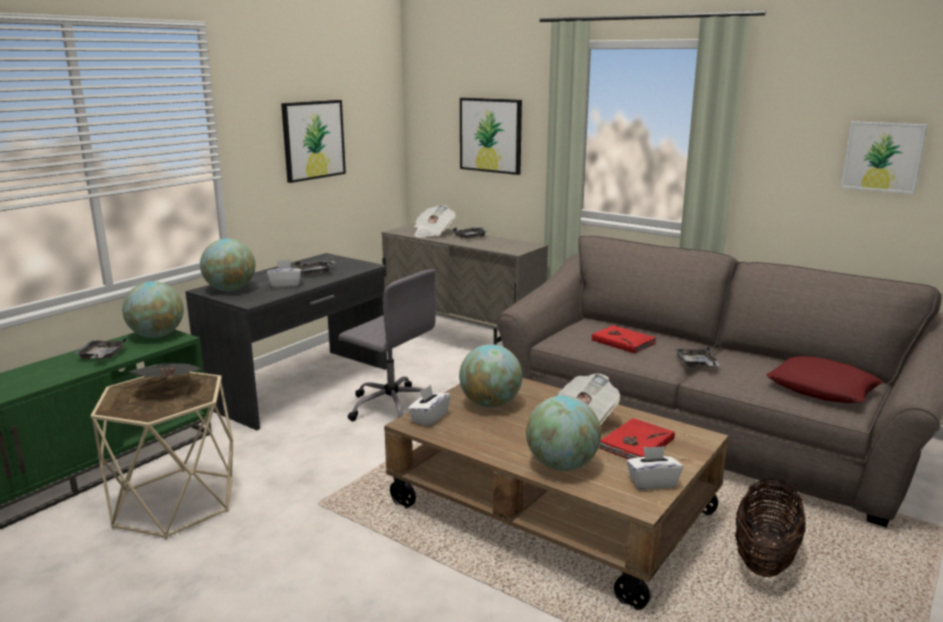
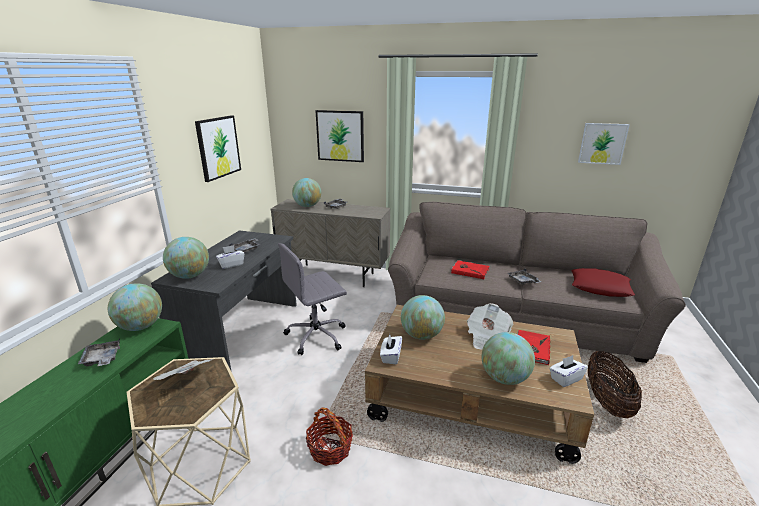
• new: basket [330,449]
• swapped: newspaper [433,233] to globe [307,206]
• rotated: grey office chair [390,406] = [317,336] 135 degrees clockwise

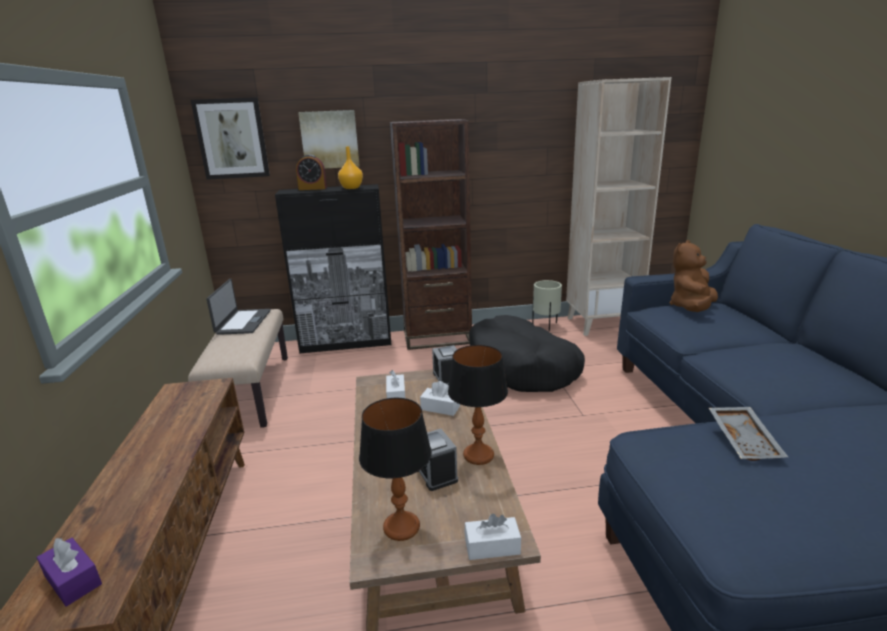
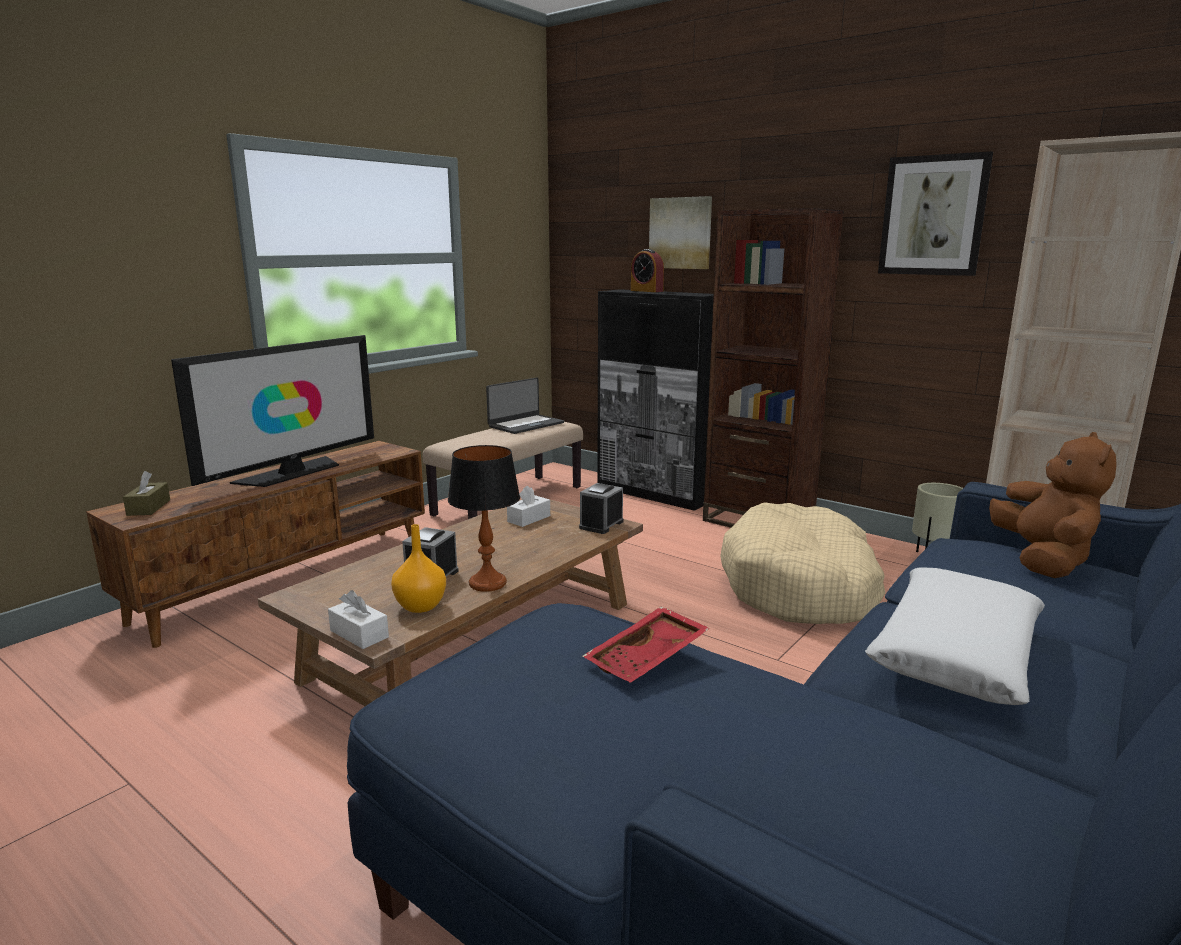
• gone: table lamp [401,527]
• gone: white tissue box [440,408]
• new: television [292,472]
• new: white pillow [955,651]
• shifted: picture [232,139] to [933,216]
• shifted: orange vase [351,188] to [421,606]
• repainted: purple tissue box [73,580] to brown tissue box [149,507]
• repainted: black dog bed [522,368] to beige dog bed [800,587]
• repainted: grey tray [745,440] to red tray [648,658]
• rotated: brown plush toy [691,308] = [1042,560] 105 degrees clockwise

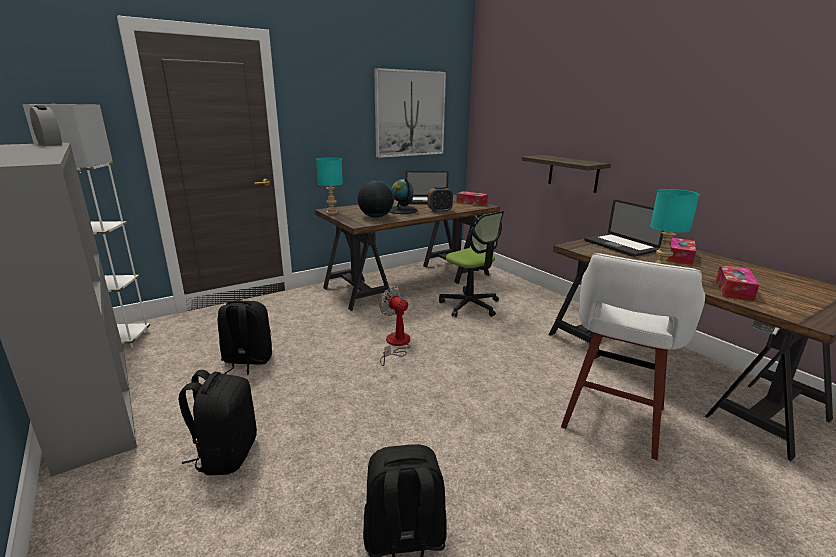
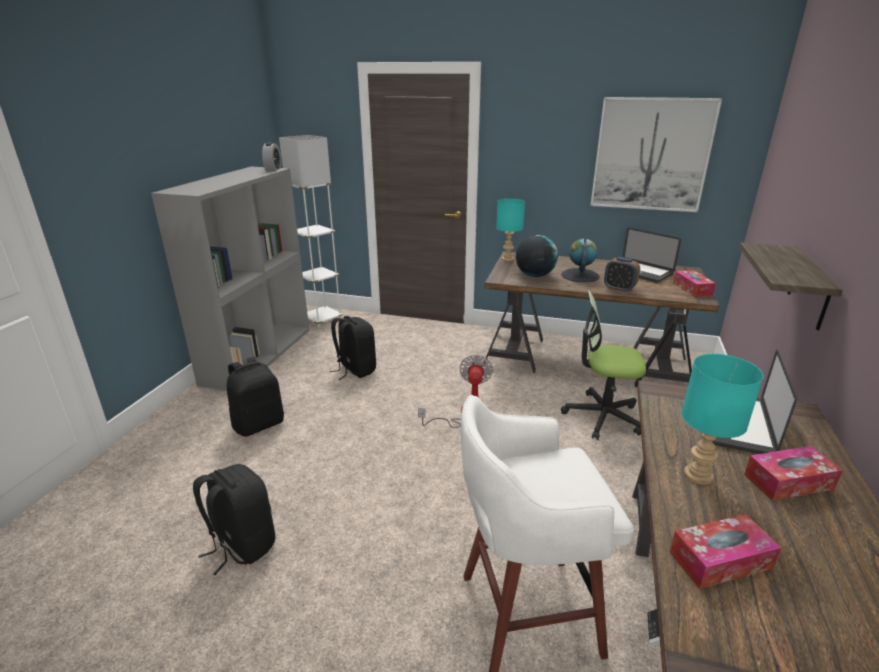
• rotated: office chair [470,305] = [602,416] 90 degrees clockwise

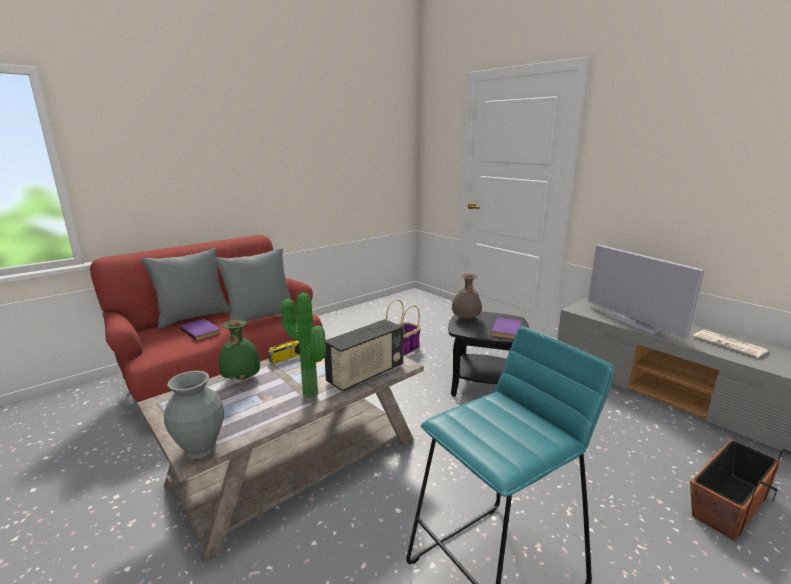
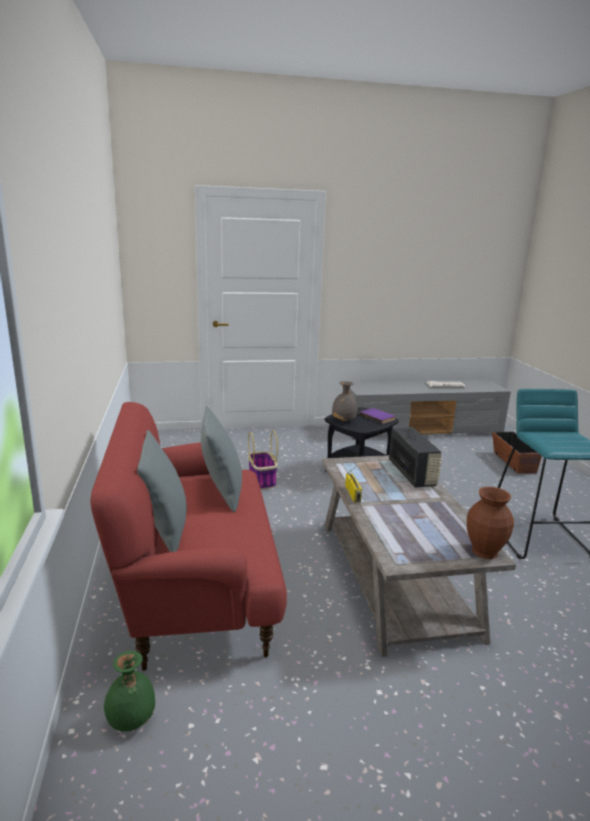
• gone: purple book [202,331]
• gone: potted plant [308,395]
• gone: television [634,323]
• shifted: green vase [241,378] to [131,721]
• repainted: grey vase [199,449] to brown vase [485,552]

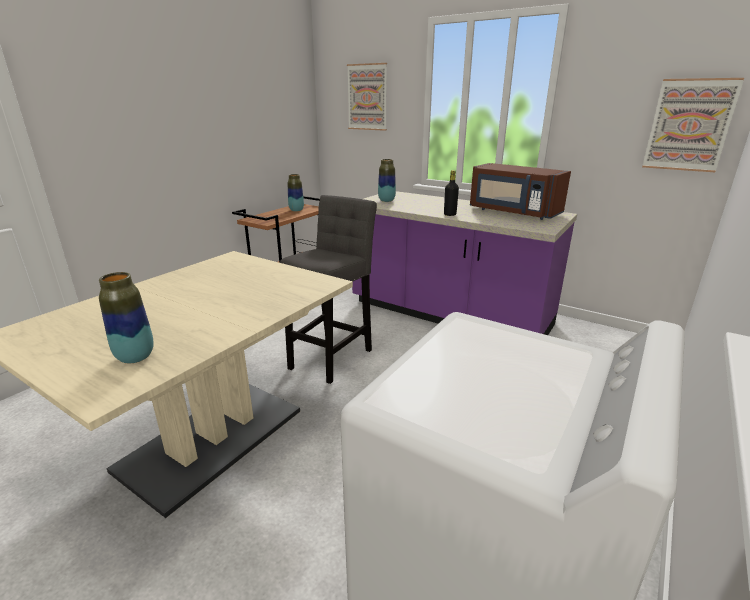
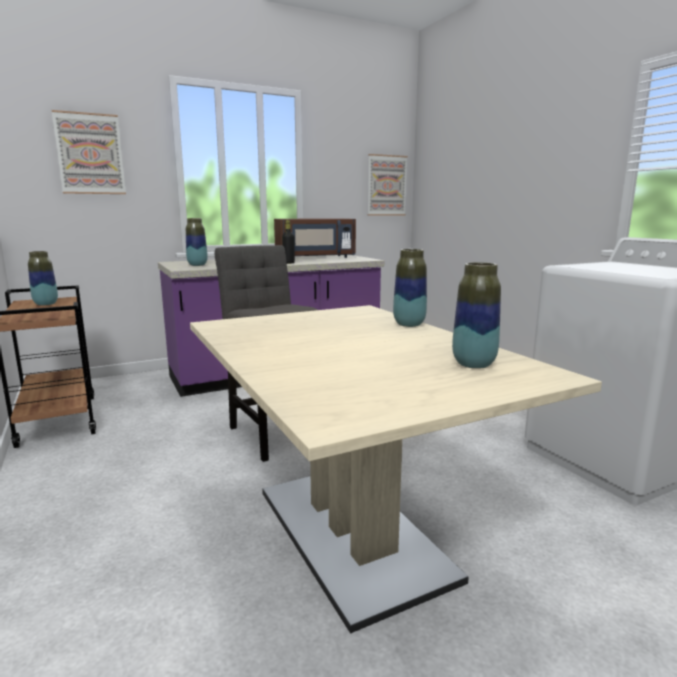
• new: vase [409,324]

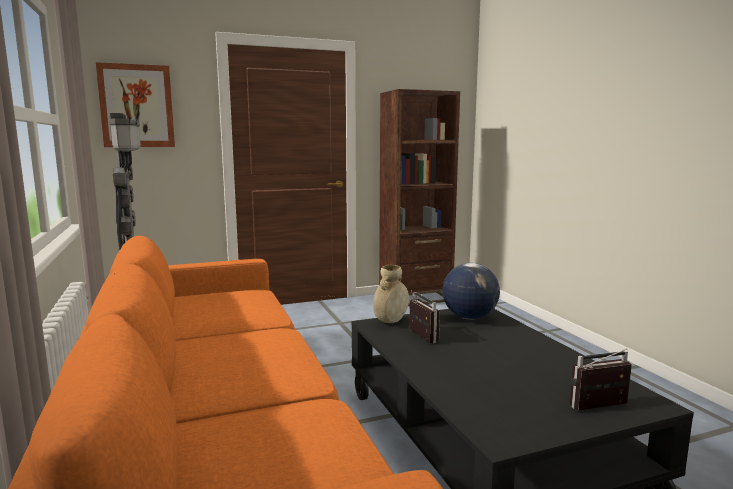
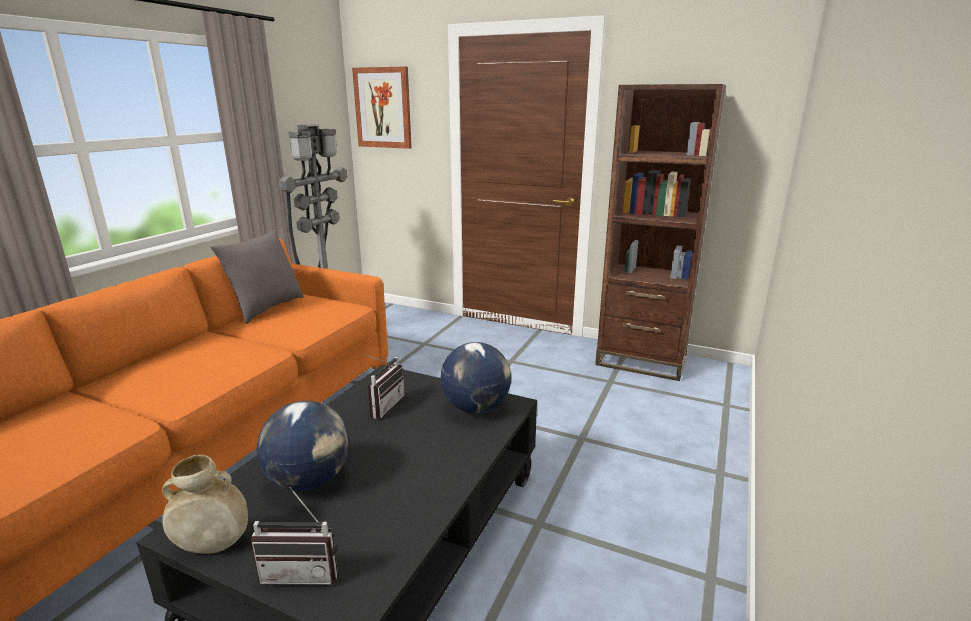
• new: grey pillow [266,309]
• new: globe [310,481]
• shifted: beige vase [391,321] to [214,546]
• rotated: radio [602,409] = [303,571] 150 degrees clockwise

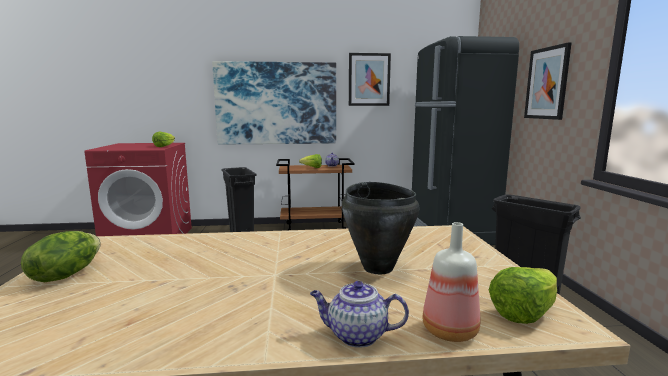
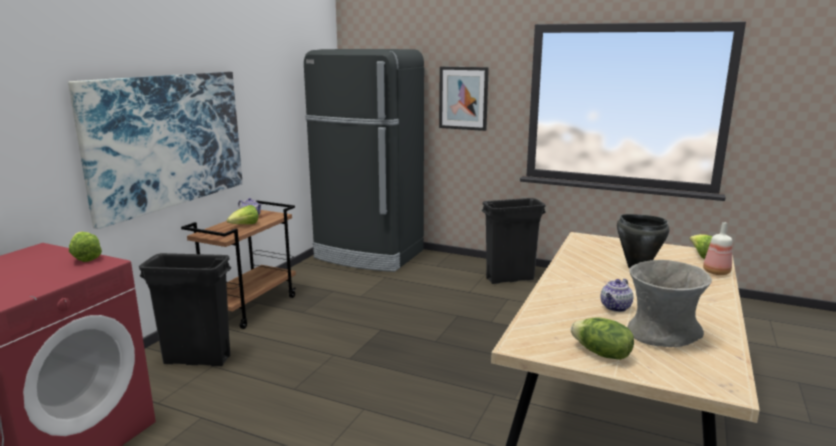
• gone: picture [369,79]
• new: grey vase [661,333]
• shifted: teapot [356,335] to [615,308]

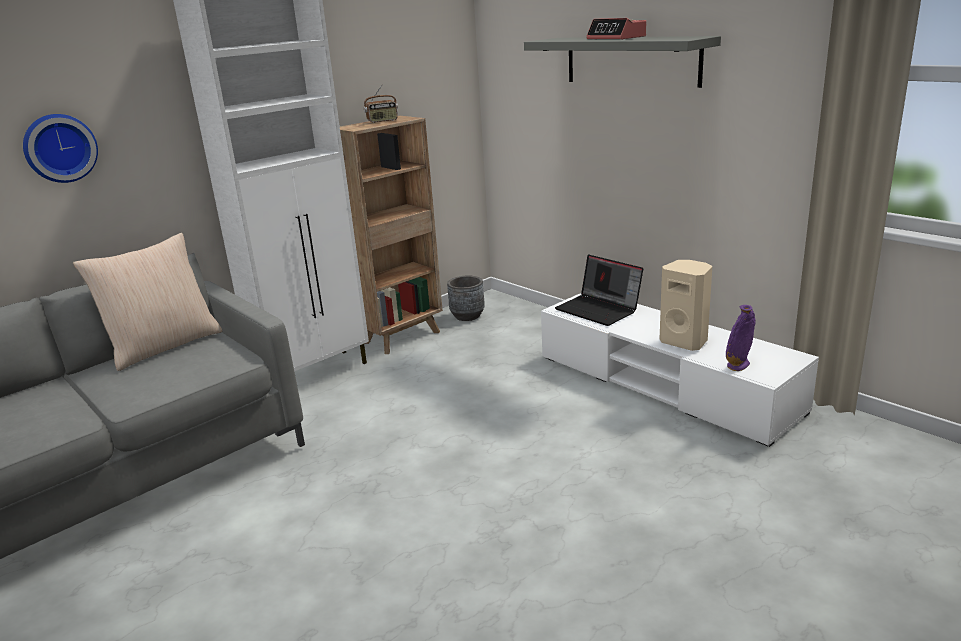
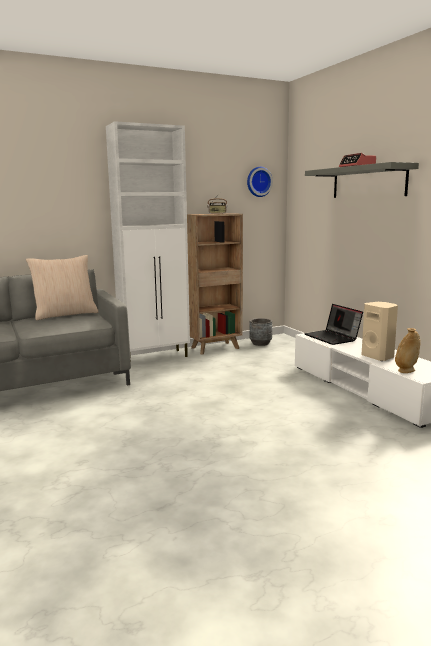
• shifted: wall clock [59,148] to [258,182]
• repainted: purple vase [738,365] to beige vase [406,371]

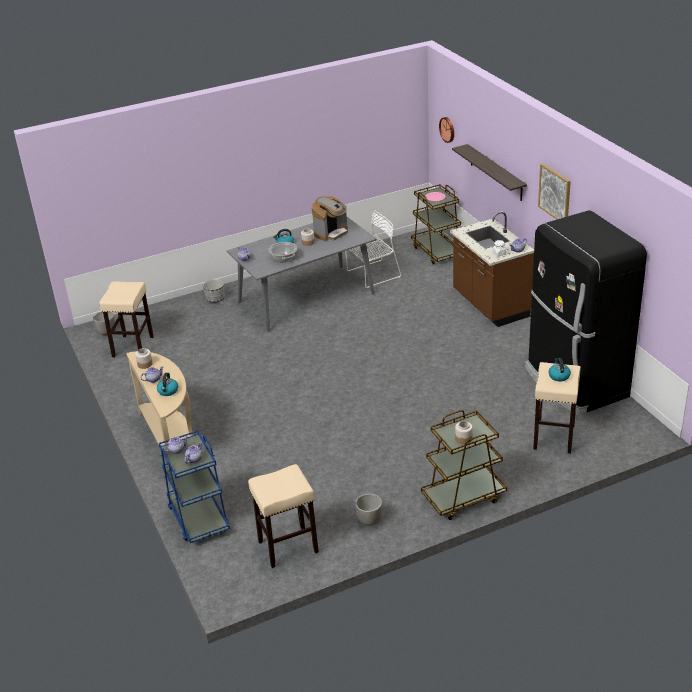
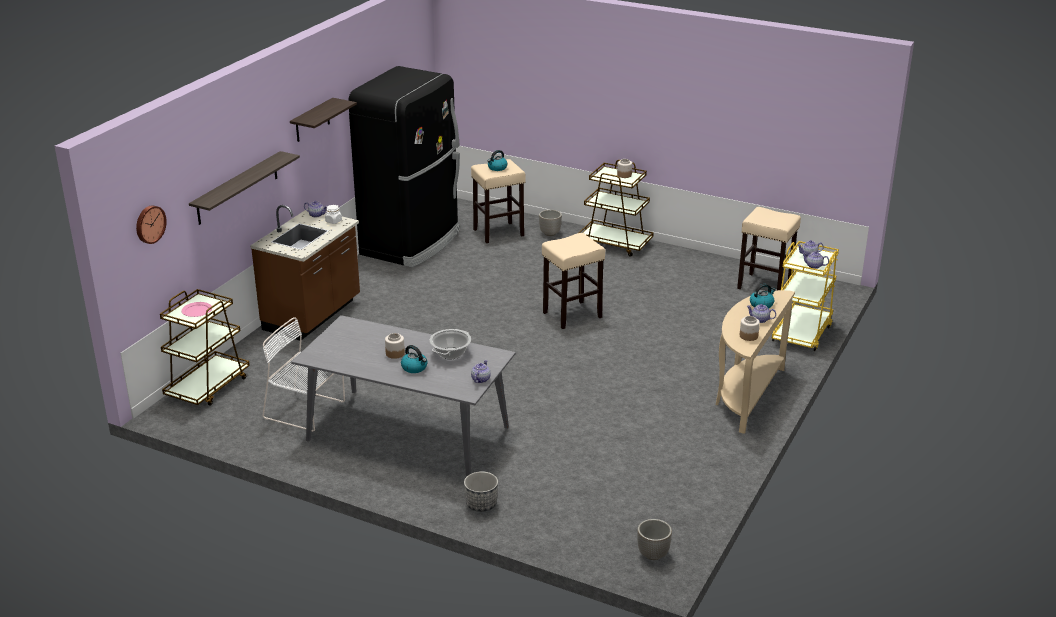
• gone: coffee machine [331,233]
• shifted: beige stool [133,346] to [571,315]
• shifted: planter [369,521] to [550,233]
• swapped: picture [555,193] to shelf [312,120]
• repainted: blue cart [198,518] to yellow cart [801,333]

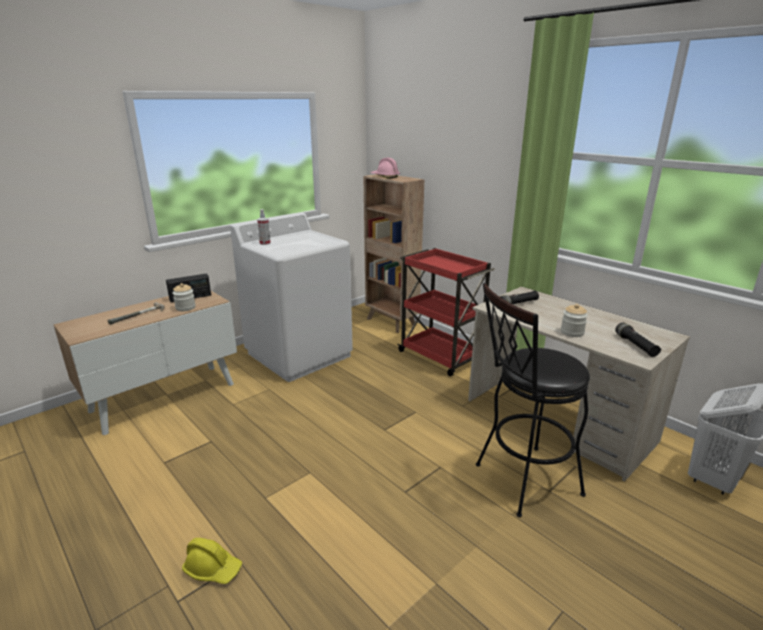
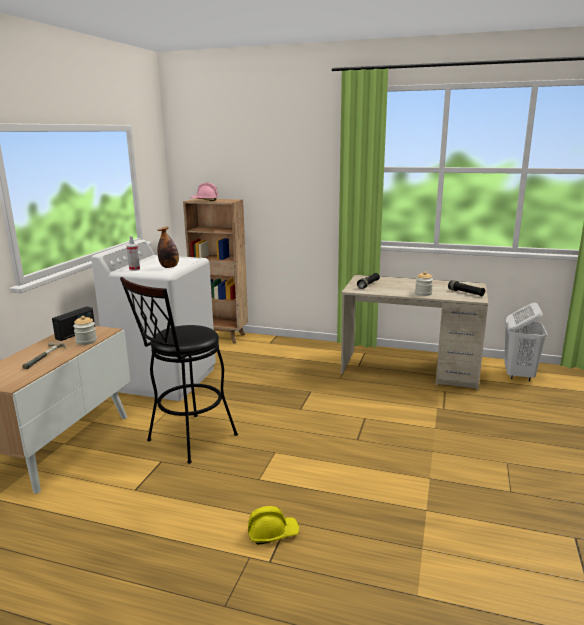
• gone: red cart [441,357]
• new: bottle [169,267]
• shifted: black stool [520,481] to [186,440]

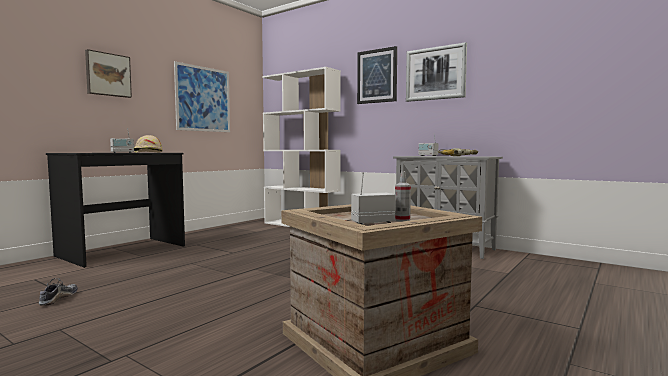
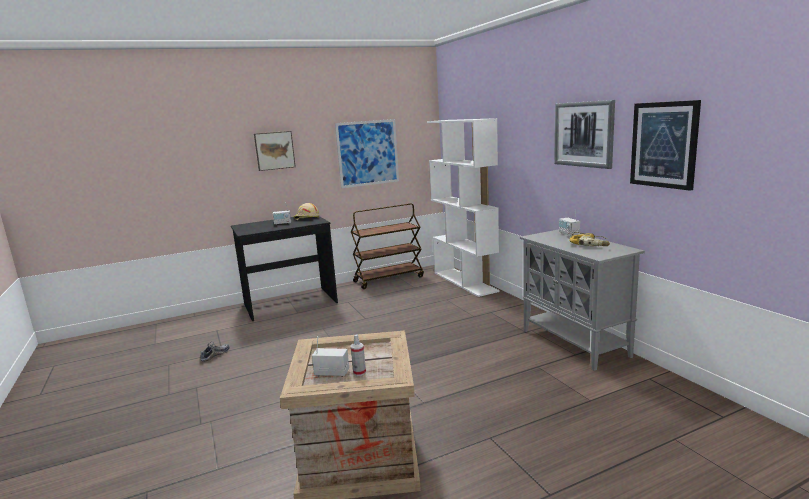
• new: brown cart [389,279]
• shifted: picture [377,76] to [664,144]

